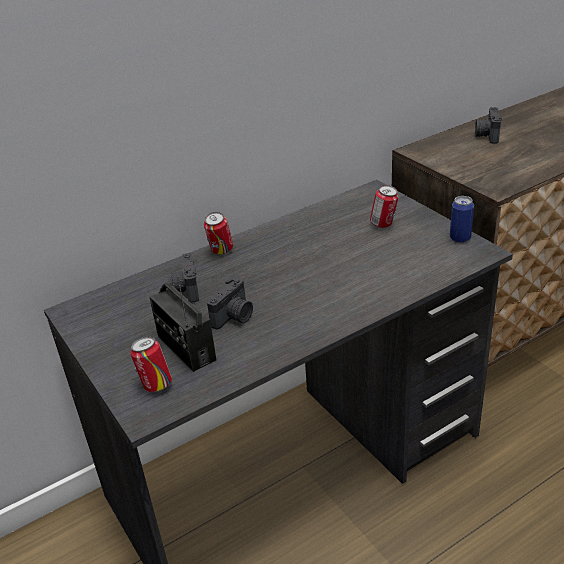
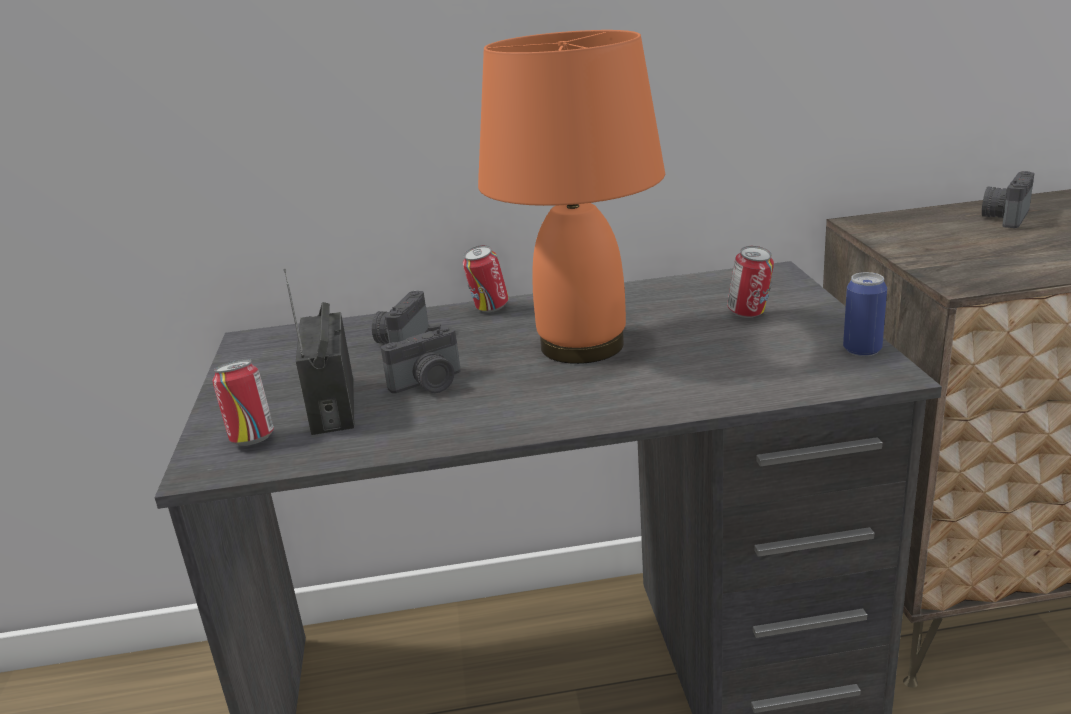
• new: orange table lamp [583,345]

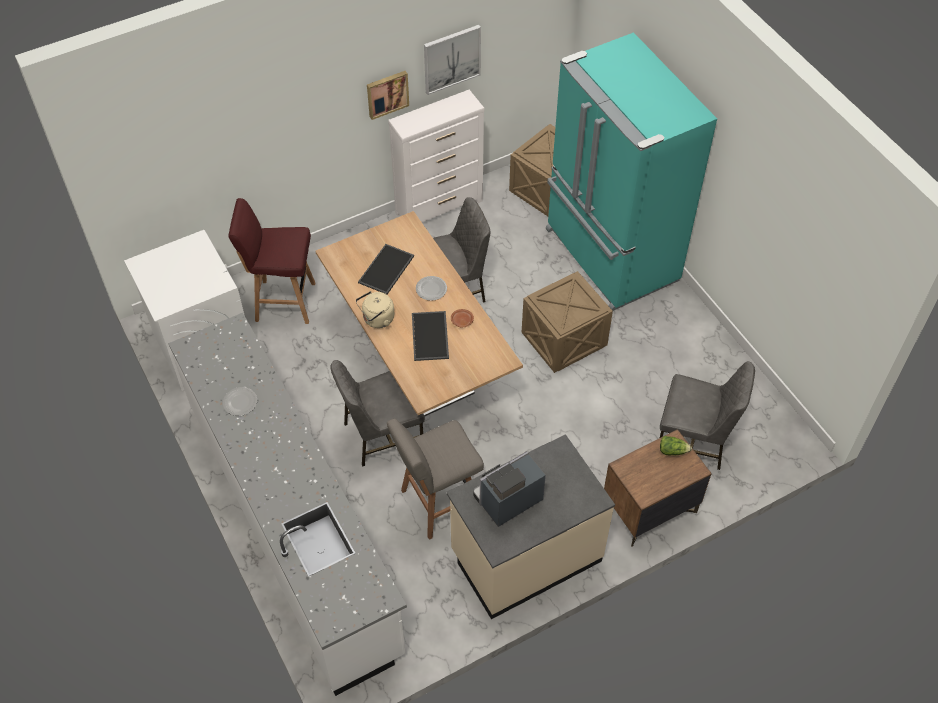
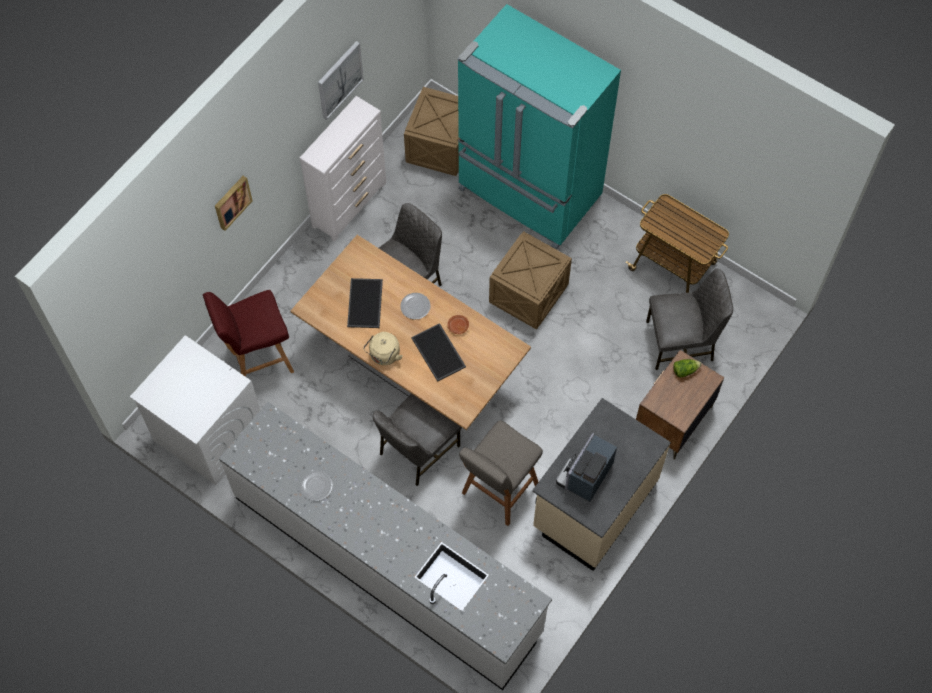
• new: cart [673,267]
• shifted: picture [387,93] to [231,202]

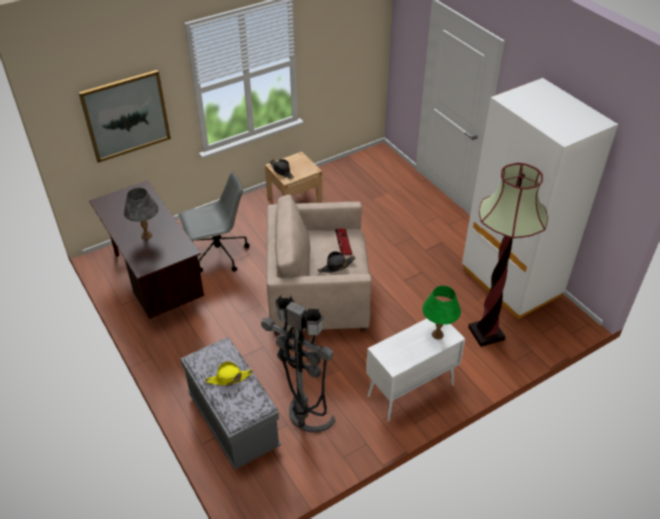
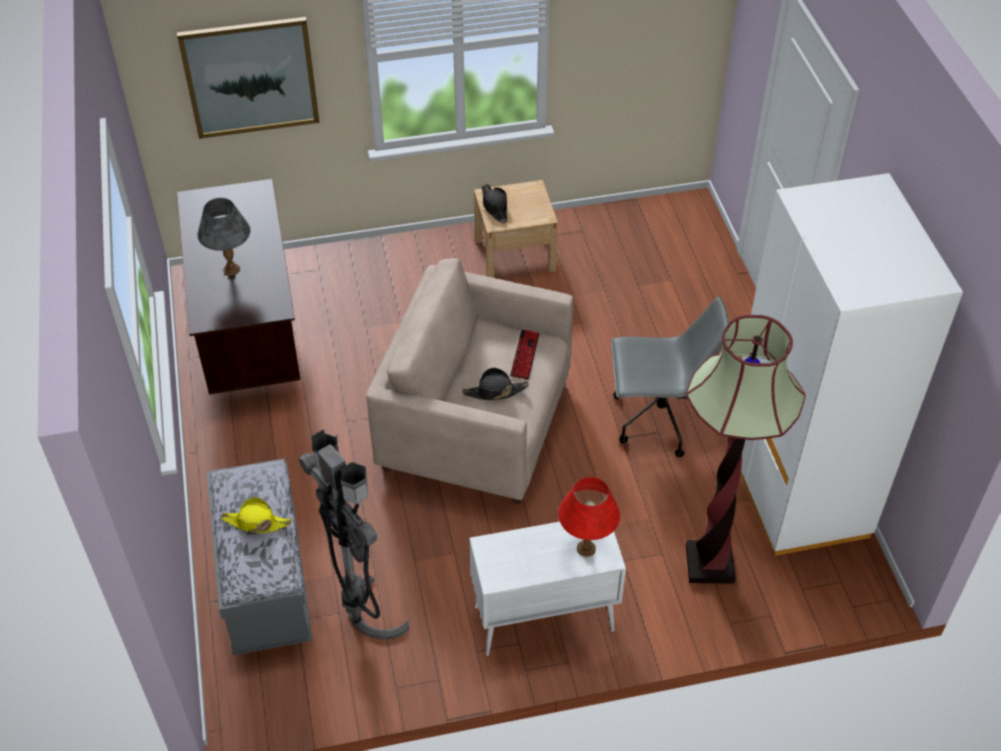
• shifted: grey office chair [218,255] to [658,418]
• repainted: green table lamp [437,335] to red table lamp [585,548]

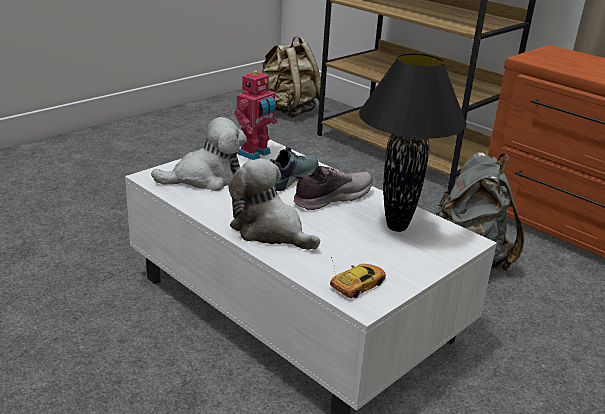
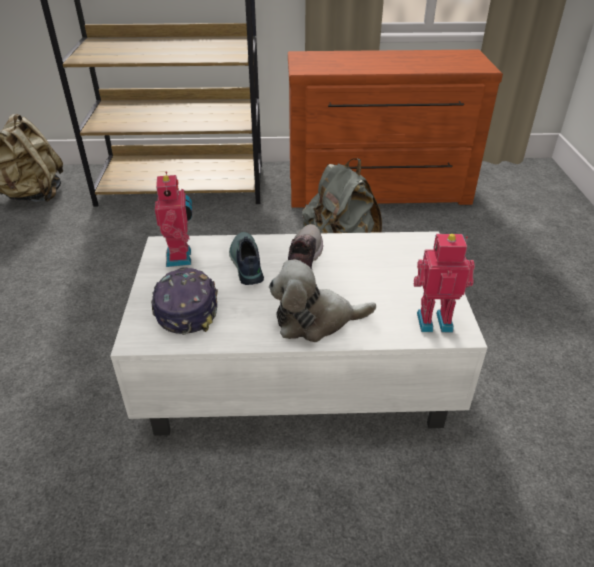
• gone: black table lamp [395,227]
• swapped: plush toy [206,178] to cap [186,308]
• swapped: toy car [358,284] to toy robot [434,320]

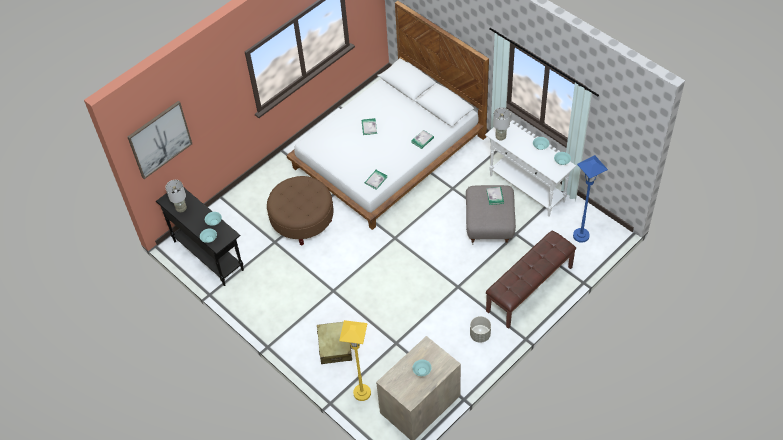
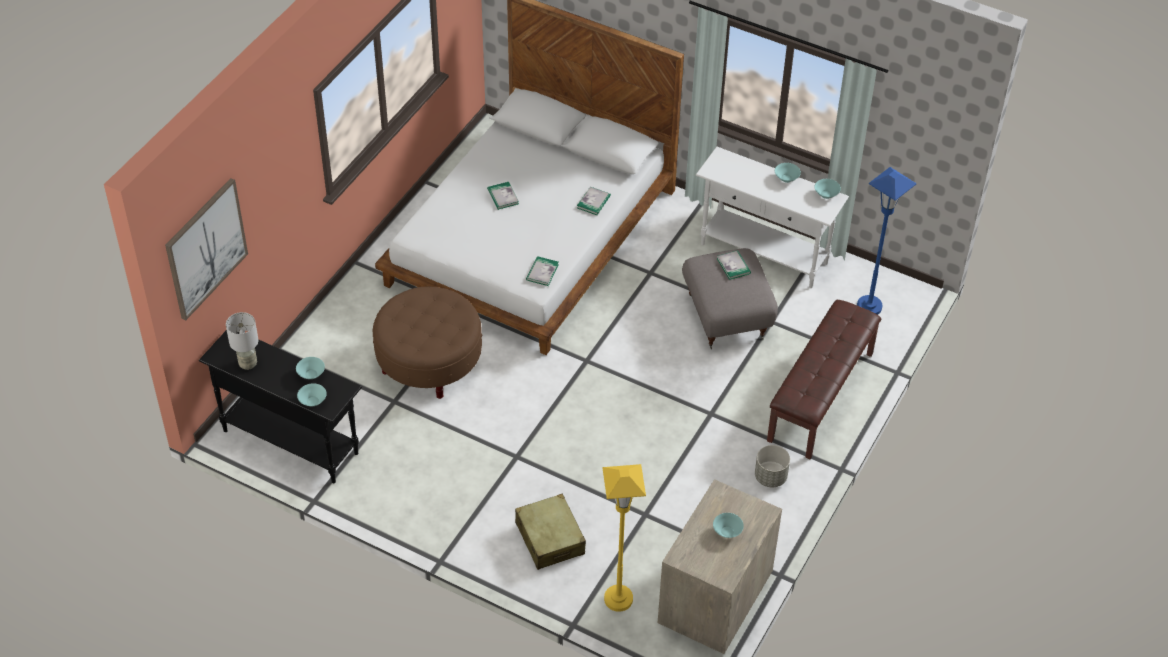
• gone: grey table lamp [500,137]

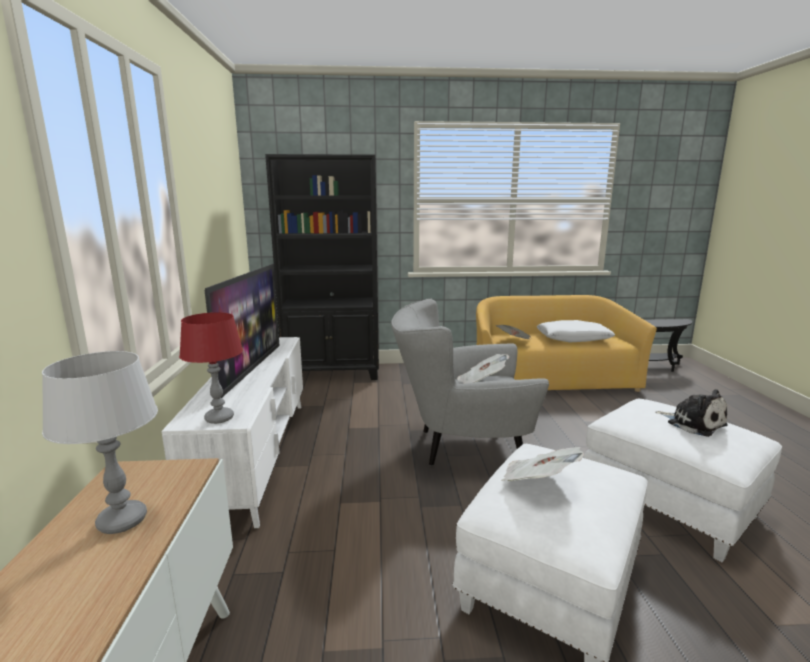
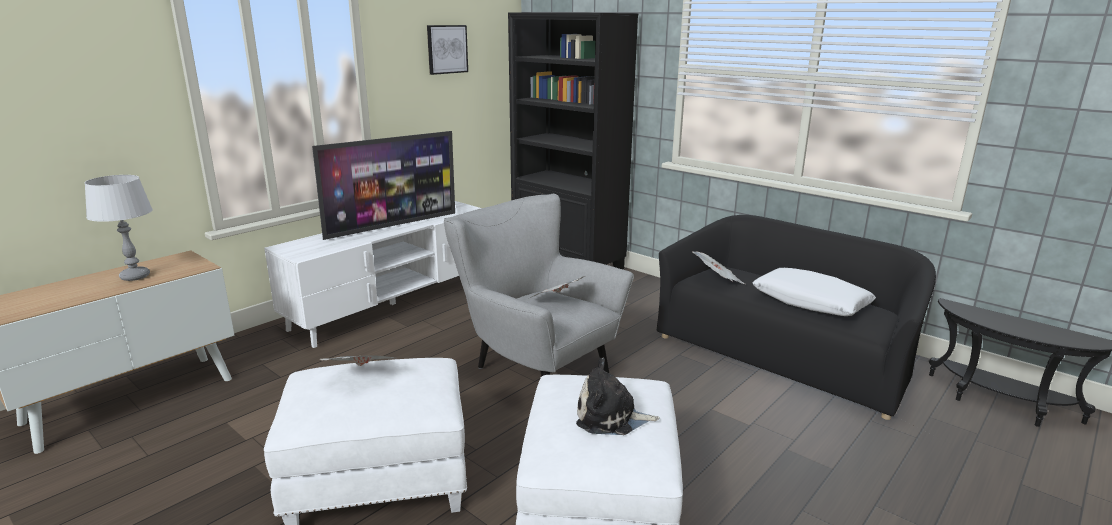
• gone: red table lamp [219,418]
• new: picture [447,49]
• repainted: yellow sofa [549,380] to black sofa [784,355]
• rotated: plush toy [693,423] = [611,417] 90 degrees clockwise

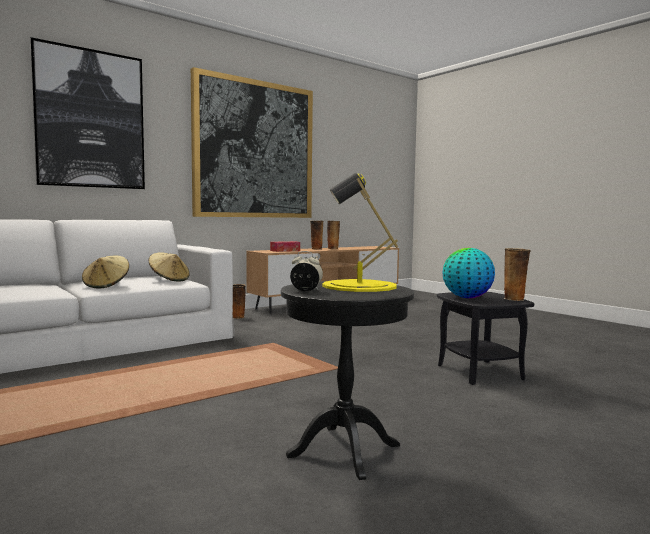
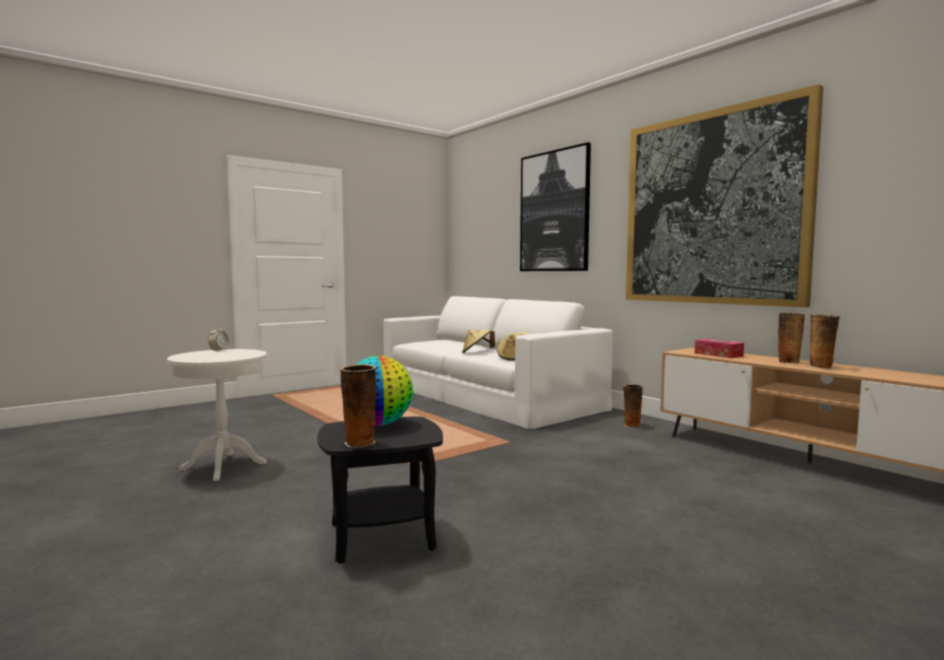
• gone: yellow table lamp [359,286]
• repainted: black side table [344,450] to white side table [223,466]

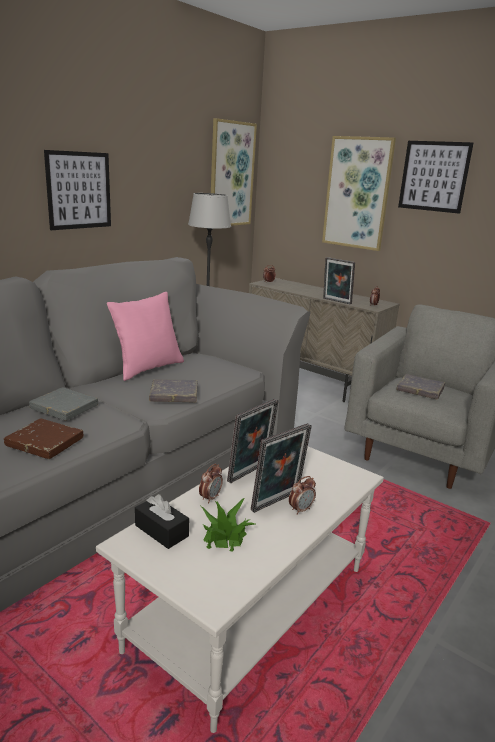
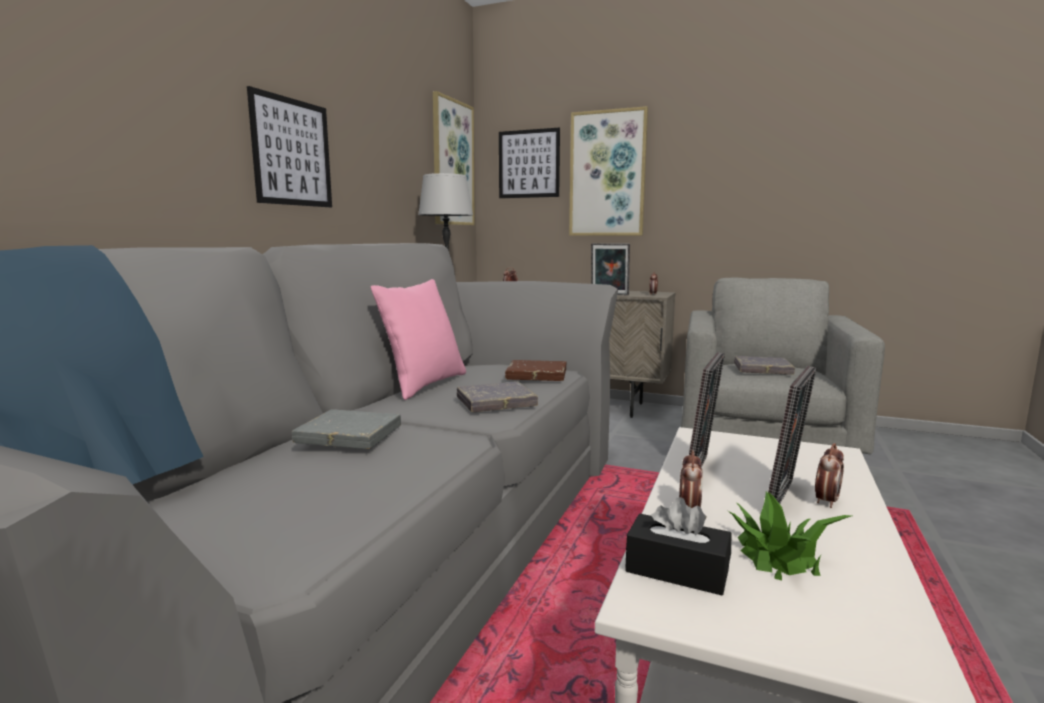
• shifted: brown book [45,442] to [536,375]
• shifted: picture [434,176] to [529,164]

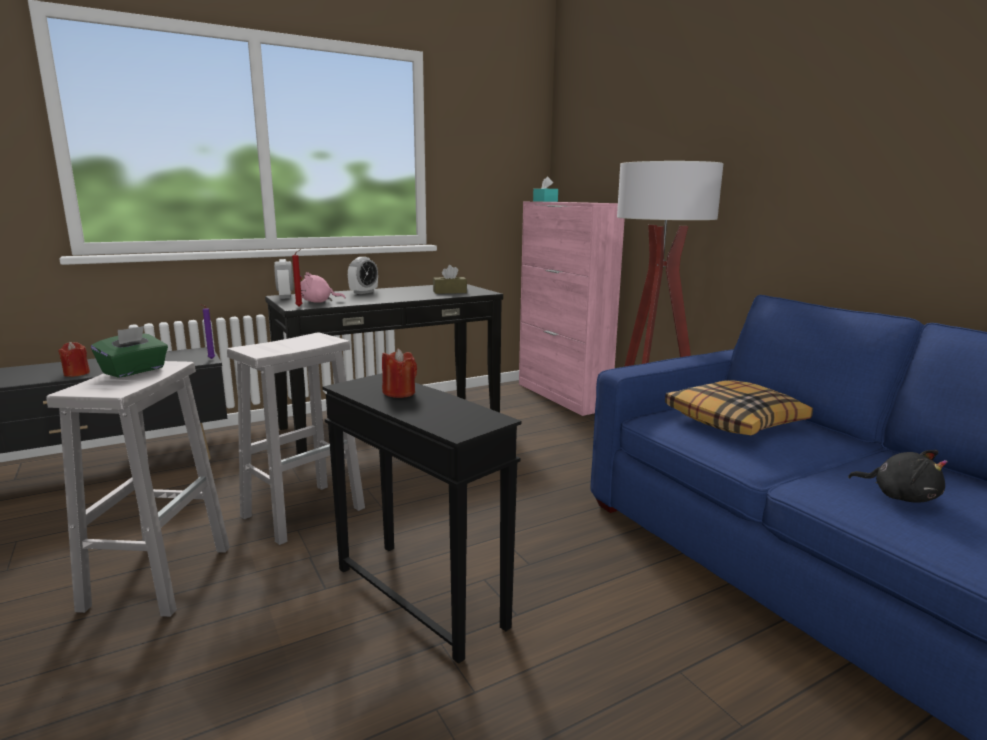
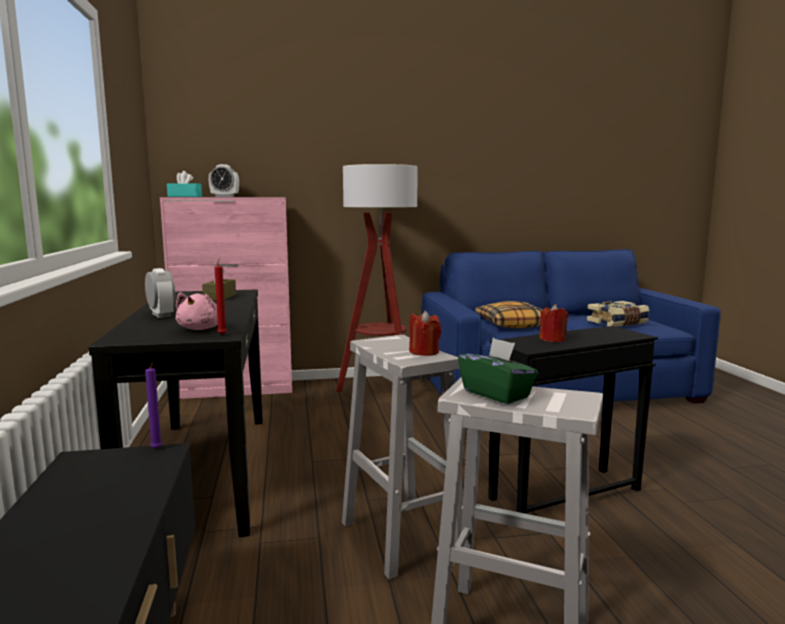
• shifted: red candle [76,373] to [424,352]
• shifted: alarm clock [285,297] to [224,196]
• swapped: black plush toy [900,496] to book [618,323]

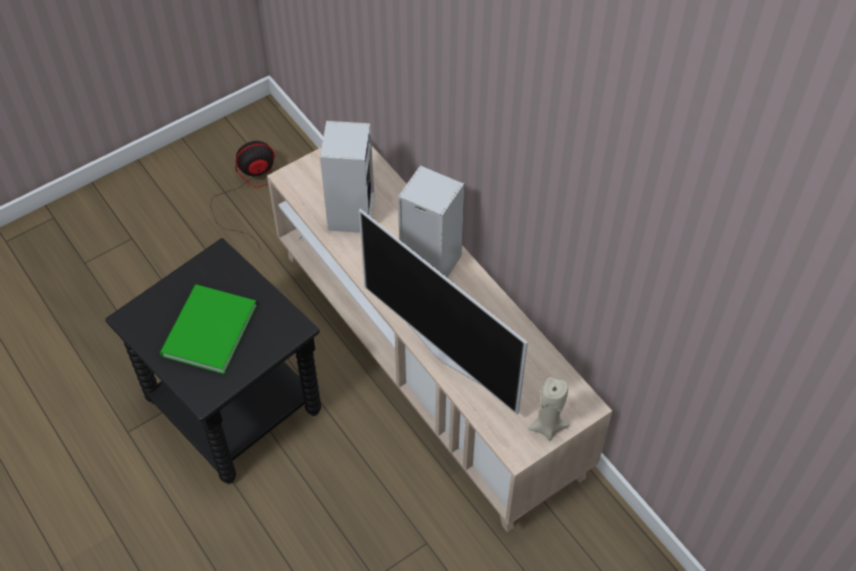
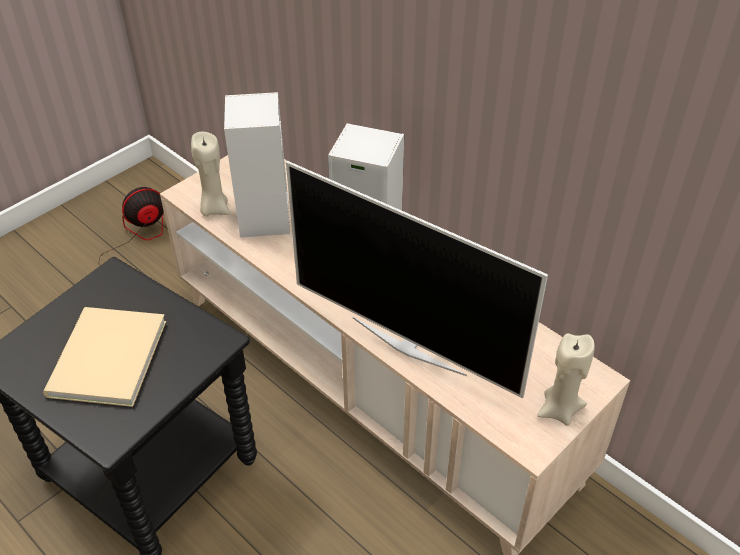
• new: beige candle [214,208]
• repainted: green book [206,332] to beige book [104,360]

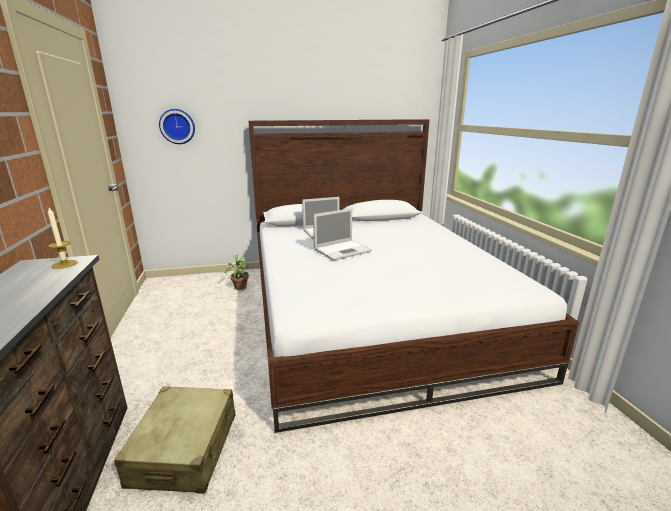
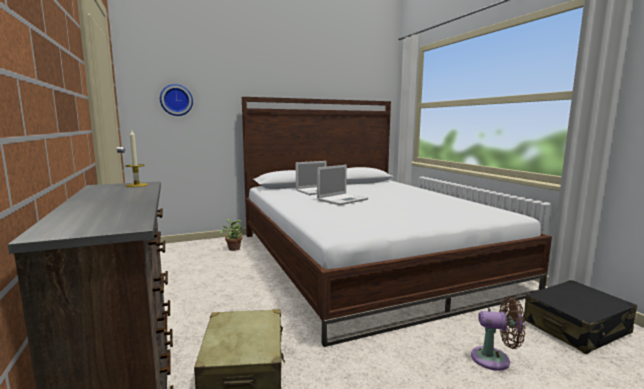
• new: brown fan [495,359]
• new: black suitcase [576,327]

